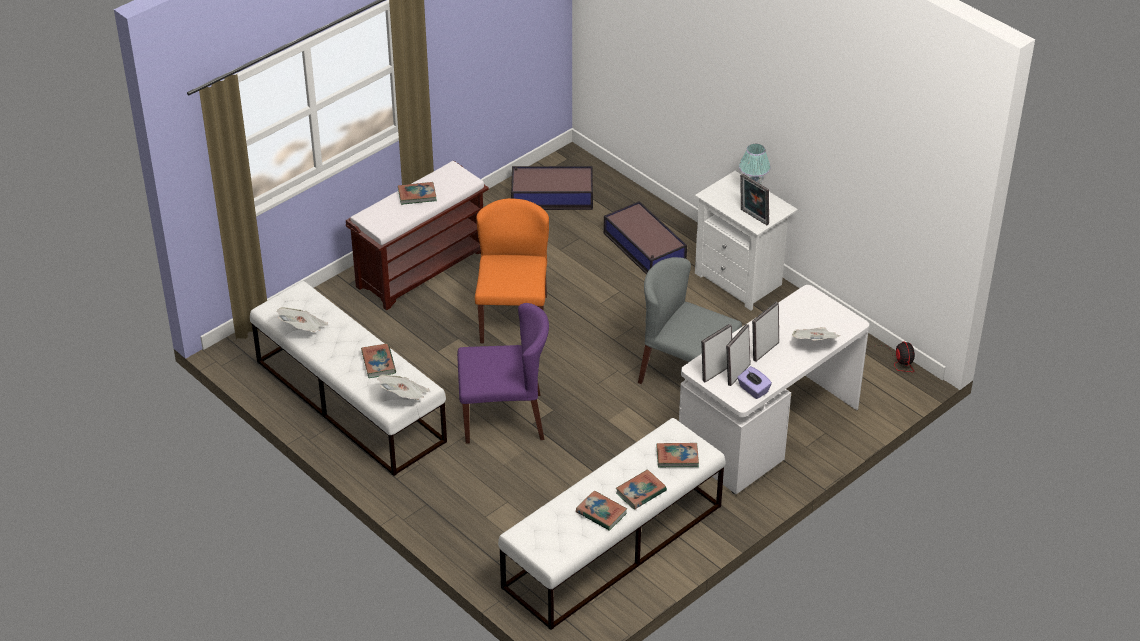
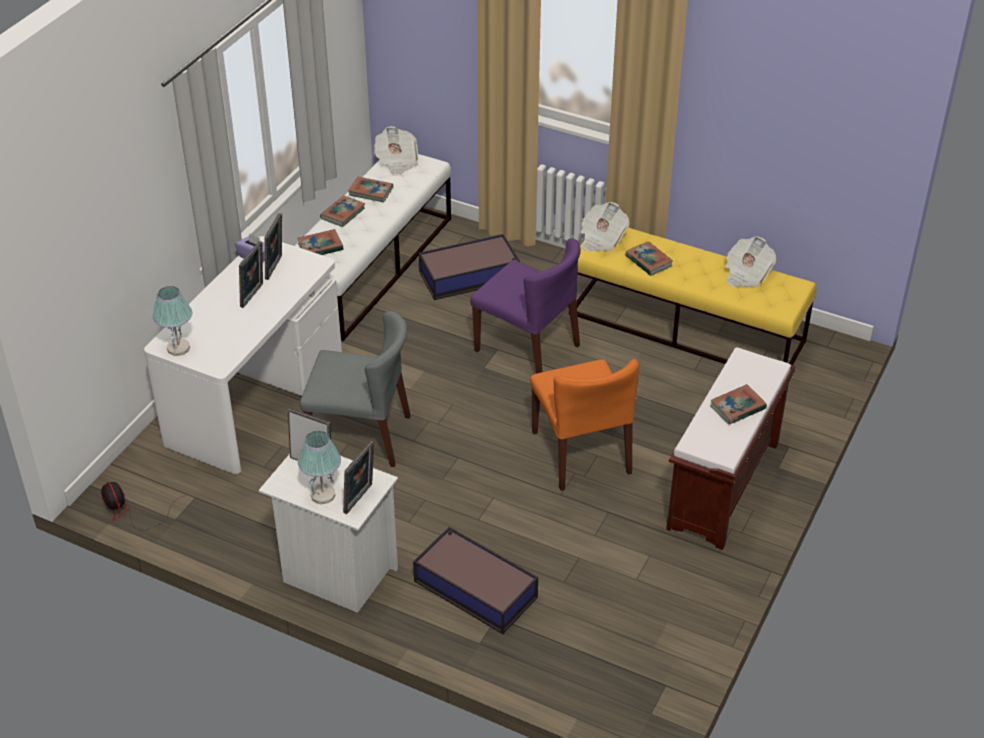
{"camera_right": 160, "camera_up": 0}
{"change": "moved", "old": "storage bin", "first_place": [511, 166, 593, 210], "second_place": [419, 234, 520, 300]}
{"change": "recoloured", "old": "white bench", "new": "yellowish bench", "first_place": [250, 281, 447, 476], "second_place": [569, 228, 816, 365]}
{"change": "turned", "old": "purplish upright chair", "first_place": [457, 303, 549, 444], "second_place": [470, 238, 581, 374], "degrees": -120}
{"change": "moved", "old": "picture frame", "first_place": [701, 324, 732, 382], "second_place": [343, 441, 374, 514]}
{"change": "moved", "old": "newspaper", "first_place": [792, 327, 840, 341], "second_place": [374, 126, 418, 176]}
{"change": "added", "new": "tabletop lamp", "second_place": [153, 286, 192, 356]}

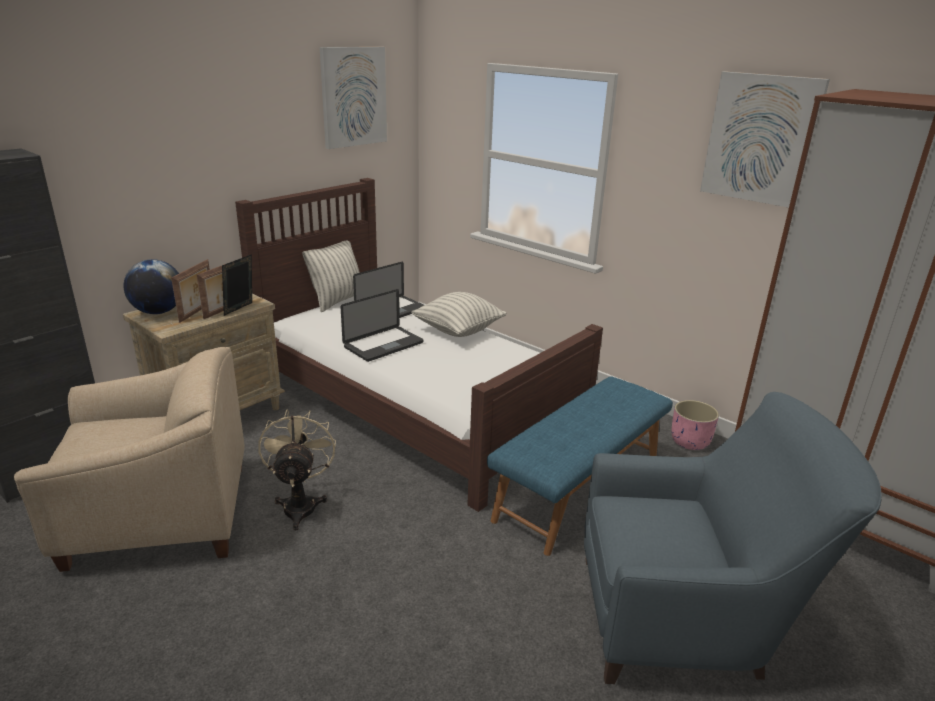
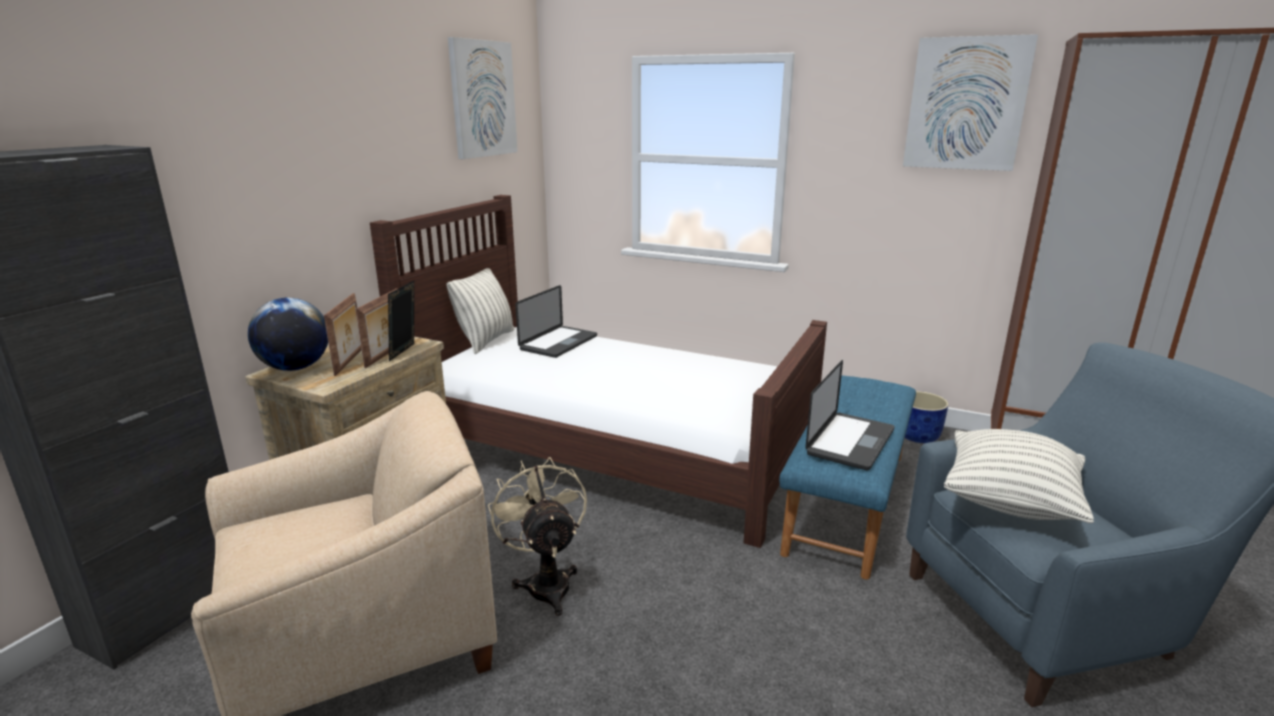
{"camera_right": -15, "camera_up": -5}
{"change": "moved", "old": "portable computer", "first_place": [341, 289, 423, 362], "second_place": [805, 360, 895, 471]}
{"change": "moved", "old": "throw pillow", "first_place": [411, 292, 507, 337], "second_place": [944, 429, 1094, 523]}
{"change": "recoloured", "old": "pink-coloured planter", "new": "blue-coloured planter", "first_place": [671, 400, 719, 450], "second_place": [905, 391, 949, 443]}

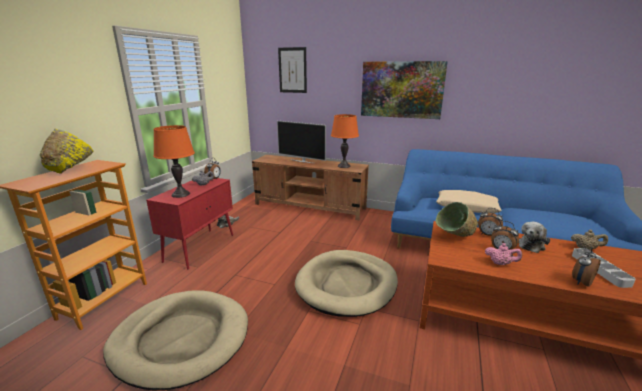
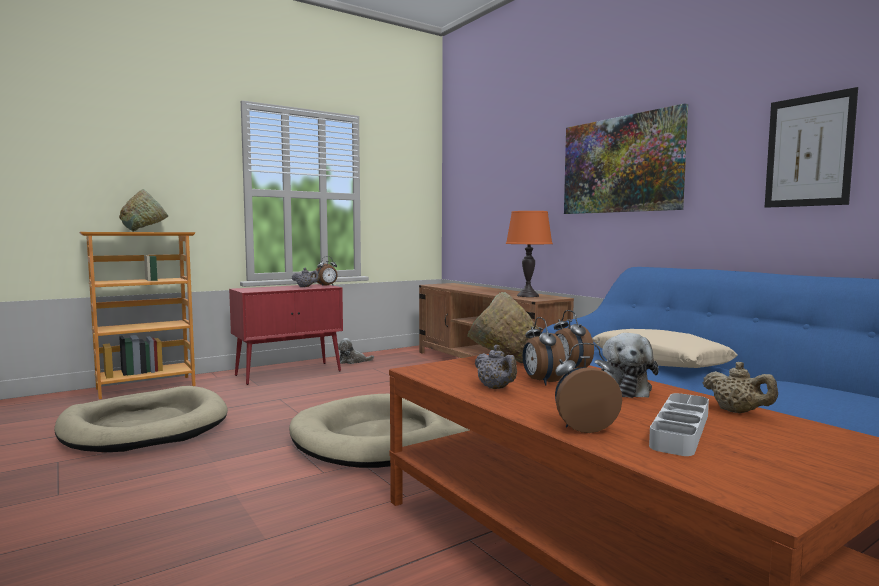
{"camera_right": 35, "camera_up": -15}
{"change": "moved", "old": "wall picture", "first_place": [278, 47, 307, 93], "second_place": [765, 87, 858, 208]}
{"change": "removed", "old": "television", "first_place": [277, 121, 326, 163]}
{"change": "removed", "old": "orange-coloured tabletop lamp", "first_place": [153, 125, 195, 198]}
{"change": "recoloured", "old": "yellowish deep dish", "new": "green-coloured deep dish", "first_place": [40, 129, 94, 174], "second_place": [119, 189, 168, 232]}
{"change": "turned", "old": "plush toy", "first_place": [518, 222, 550, 253], "second_place": [602, 333, 659, 398], "degrees": -75}
{"change": "recoloured", "old": "pink-coloured pot for tea", "new": "greyish pot for tea", "first_place": [485, 243, 522, 265], "second_place": [475, 345, 517, 389]}

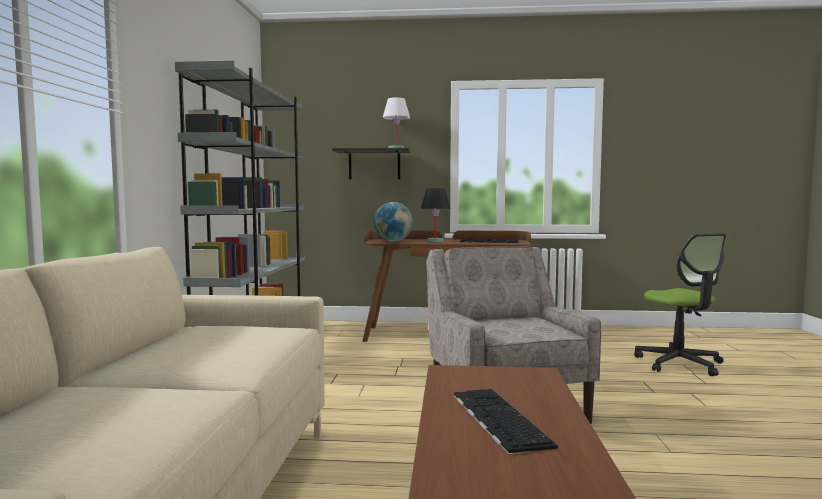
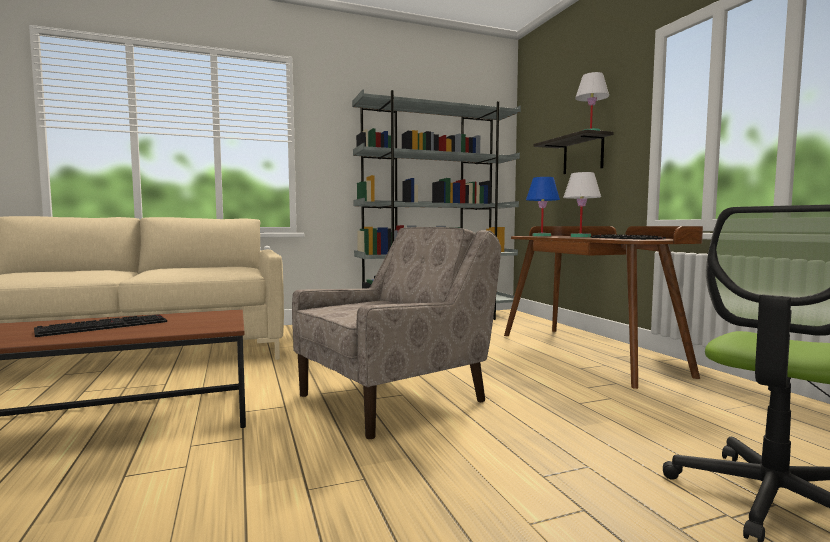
{"camera_right": 65, "camera_up": 0}
{"change": "recoloured", "old": "black tabletop lamp", "new": "white tabletop lamp", "first_place": [421, 188, 450, 242], "second_place": [563, 172, 601, 237]}
{"change": "replaced", "old": "globe", "new": "blue-coloured tabletop lamp", "first_place": [373, 202, 413, 242], "second_place": [526, 177, 560, 236]}

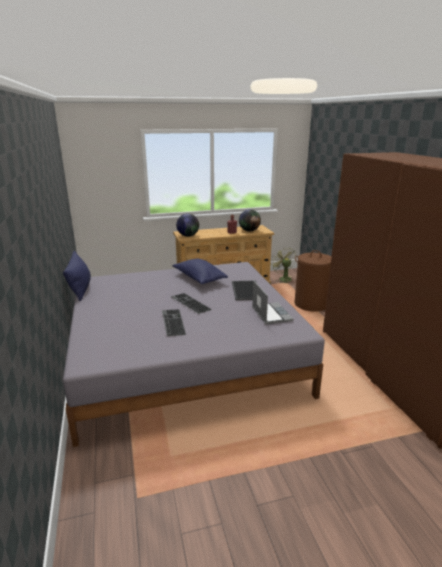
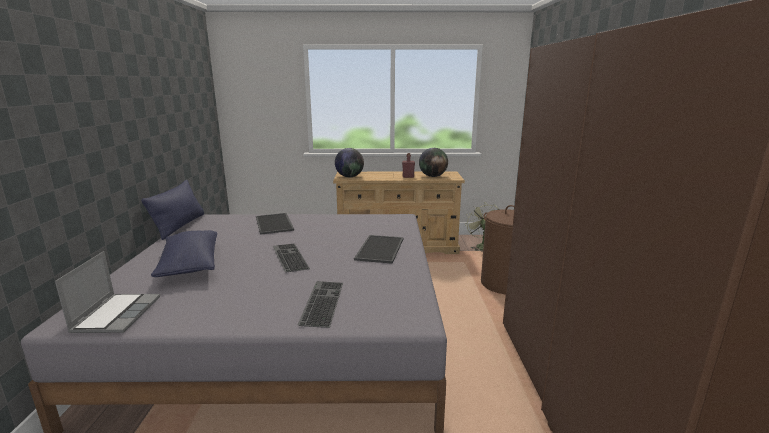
{"camera_right": 15, "camera_up": -5}
{"change": "moved", "old": "blue-coloured throw pillow", "first_place": [172, 259, 228, 284], "second_place": [151, 230, 217, 277]}
{"change": "moved", "old": "portable computer", "first_place": [252, 280, 294, 325], "second_place": [55, 251, 160, 333]}
{"change": "moved", "old": "PC keyboard", "first_place": [162, 309, 186, 336], "second_place": [298, 281, 343, 328]}
{"change": "added", "new": "tray", "second_place": [256, 213, 294, 235]}

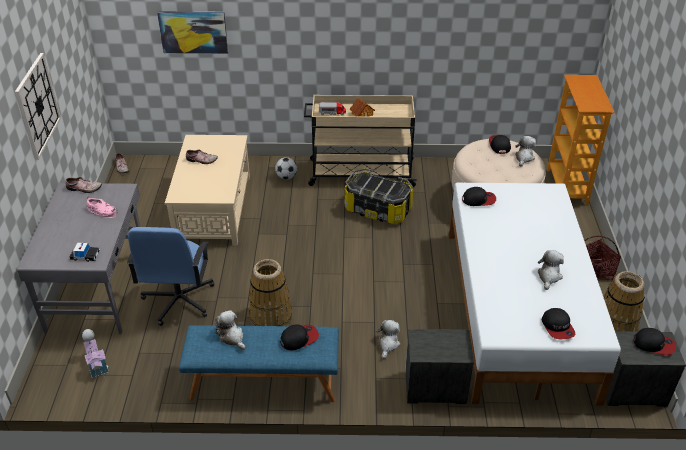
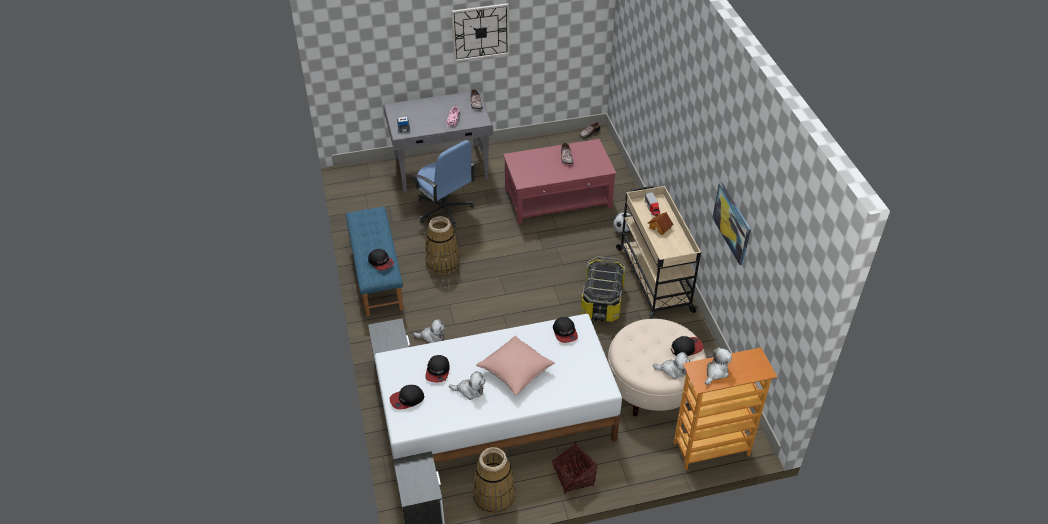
{"camera_right": 75, "camera_up": 5}
{"change": "moved", "old": "wall picture", "first_place": [157, 11, 228, 54], "second_place": [712, 183, 751, 265]}
{"change": "recoloured", "old": "sand-coloured low table", "new": "red low table", "first_place": [165, 135, 250, 246], "second_place": [503, 139, 617, 224]}
{"change": "turned", "old": "blue-coloured desk chair", "first_place": [127, 227, 214, 326], "second_place": [412, 140, 475, 227], "degrees": -120}
{"change": "moved", "old": "plush toy", "first_place": [215, 310, 245, 350], "second_place": [705, 347, 732, 385]}
{"change": "moved", "old": "cap", "first_place": [634, 328, 676, 355], "second_place": [425, 355, 450, 383]}
{"change": "removed", "old": "toy house", "first_place": [82, 329, 108, 379]}
{"change": "added", "new": "pink-coloured throw pillow", "second_place": [476, 335, 555, 396]}

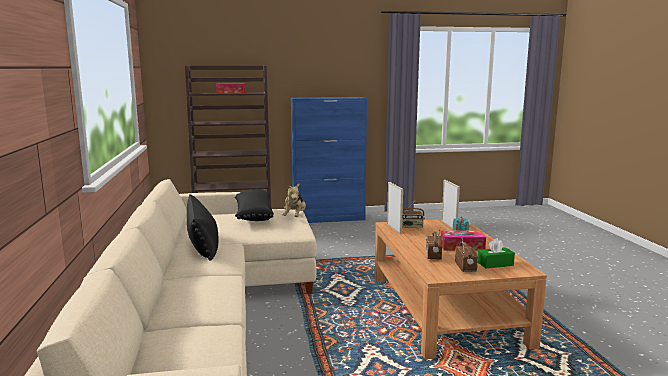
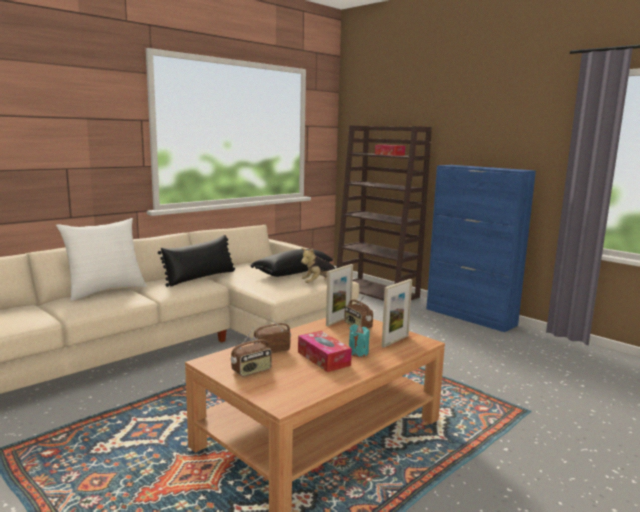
{"camera_right": 55, "camera_up": 0}
{"change": "removed", "old": "green-coloured tissue holder", "first_place": [478, 238, 515, 268]}
{"change": "added", "new": "white throw pillow", "second_place": [56, 218, 147, 301]}

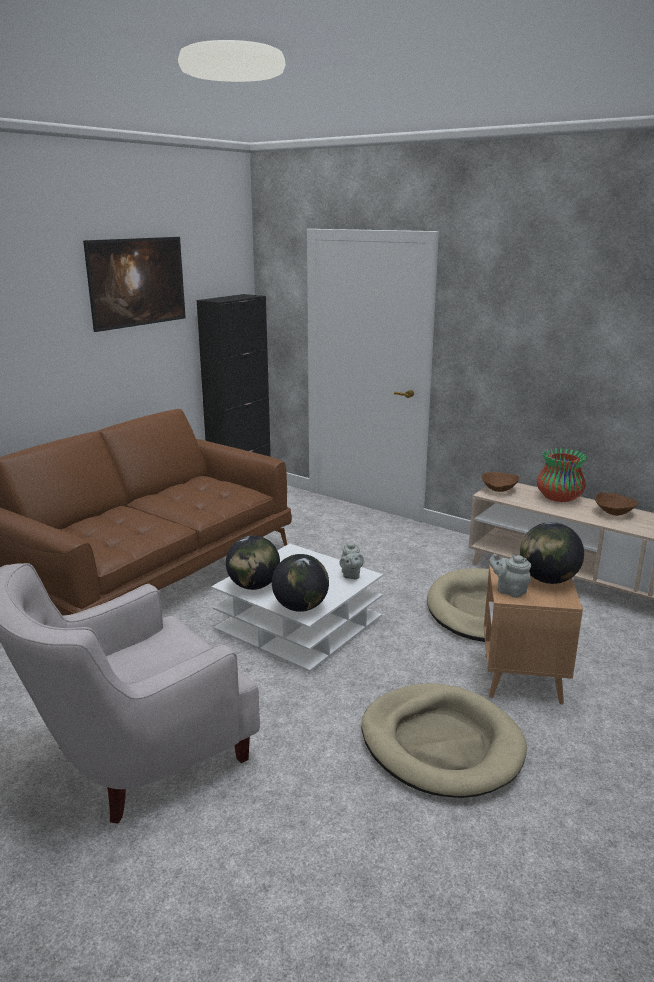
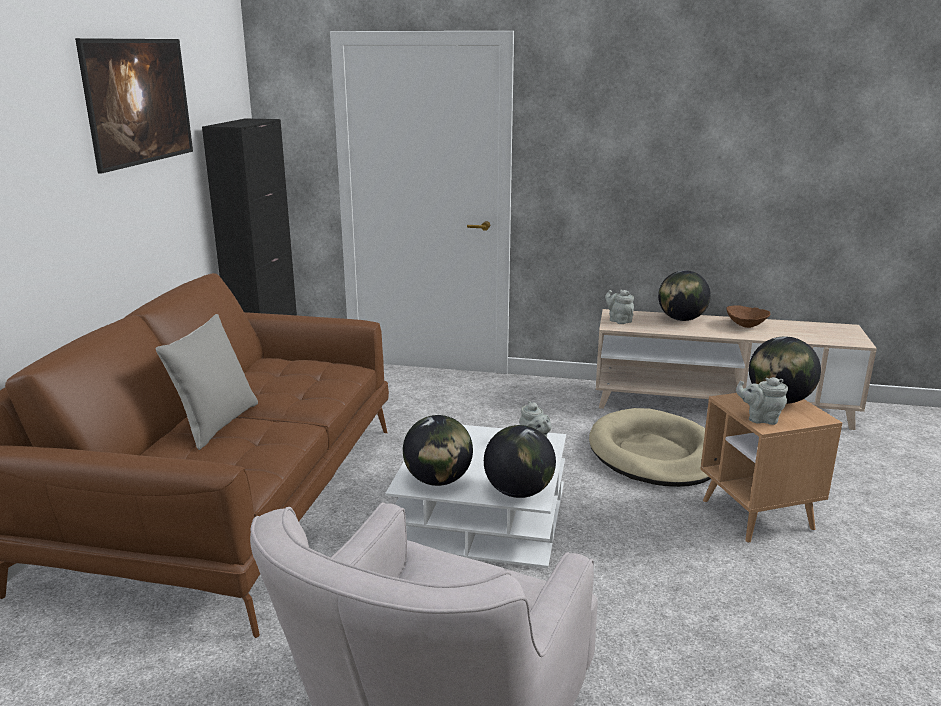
{"camera_right": -25, "camera_up": 0}
{"change": "replaced", "old": "decorative vase", "new": "globe", "first_place": [537, 448, 587, 502], "second_place": [658, 270, 711, 321]}
{"change": "replaced", "old": "brownish deep dish", "new": "greyish pot for tea", "first_place": [481, 472, 519, 492], "second_place": [605, 290, 634, 324]}
{"change": "removed", "old": "sand-coloured dog bed", "first_place": [361, 683, 527, 798]}
{"change": "added", "new": "greyish throw pillow", "second_place": [155, 314, 258, 450]}

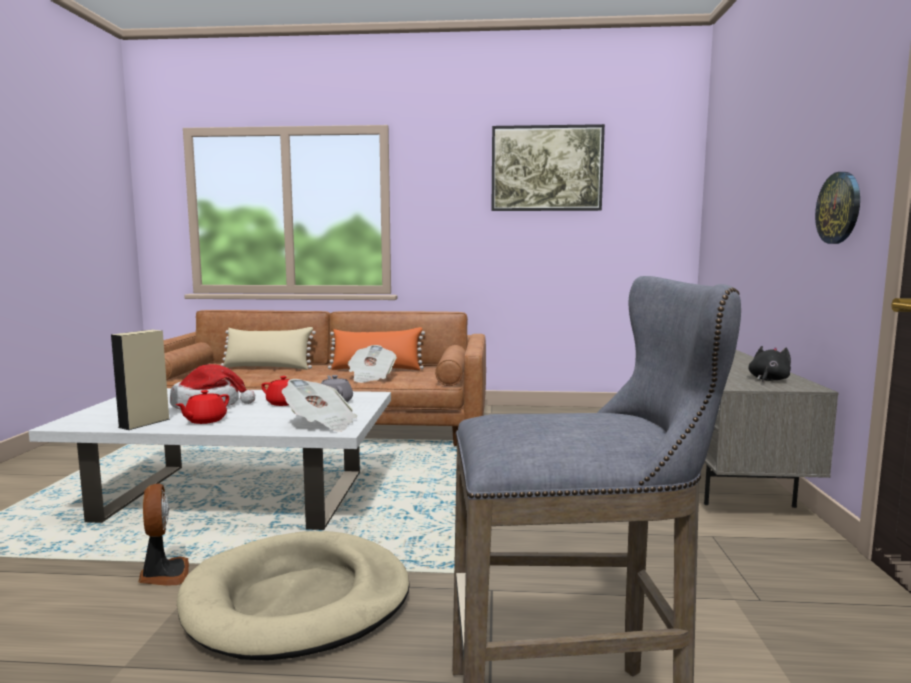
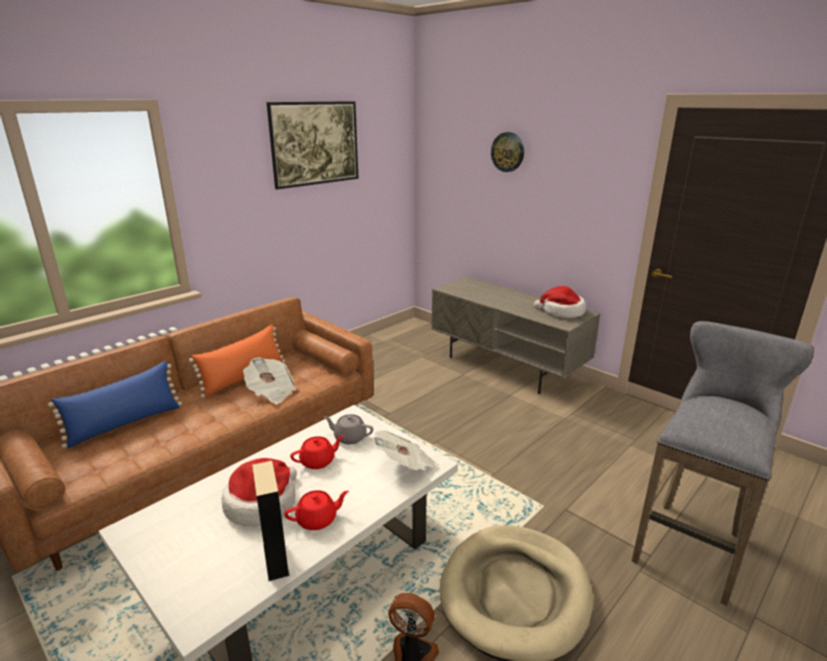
{"camera_right": -50, "camera_up": 15}
{"change": "moved", "old": "hanging clock", "first_place": [815, 172, 860, 244], "second_place": [491, 132, 524, 172]}
{"change": "recoloured", "old": "sand-coloured throw pillow", "new": "blue-coloured throw pillow", "first_place": [221, 327, 316, 370], "second_place": [48, 361, 182, 448]}
{"change": "replaced", "old": "black plush toy", "new": "hat", "first_place": [748, 346, 791, 382], "second_place": [534, 286, 586, 318]}
{"change": "turned", "old": "red pot for tea", "first_place": [176, 390, 229, 424], "second_place": [284, 490, 349, 530], "degrees": -90}

